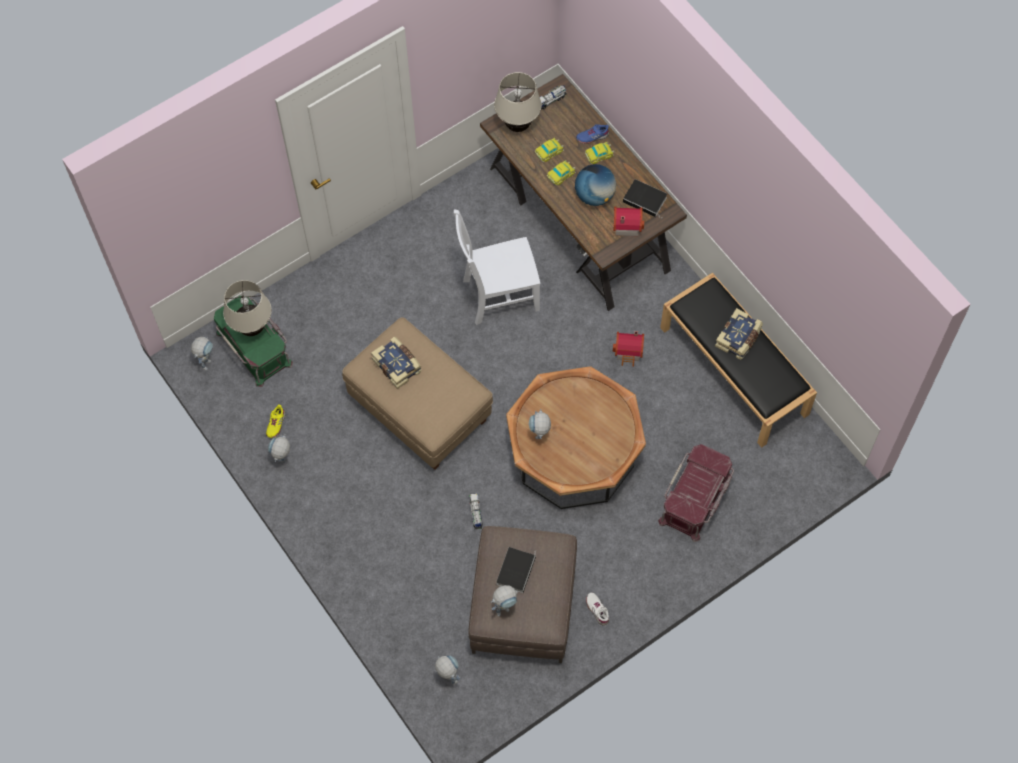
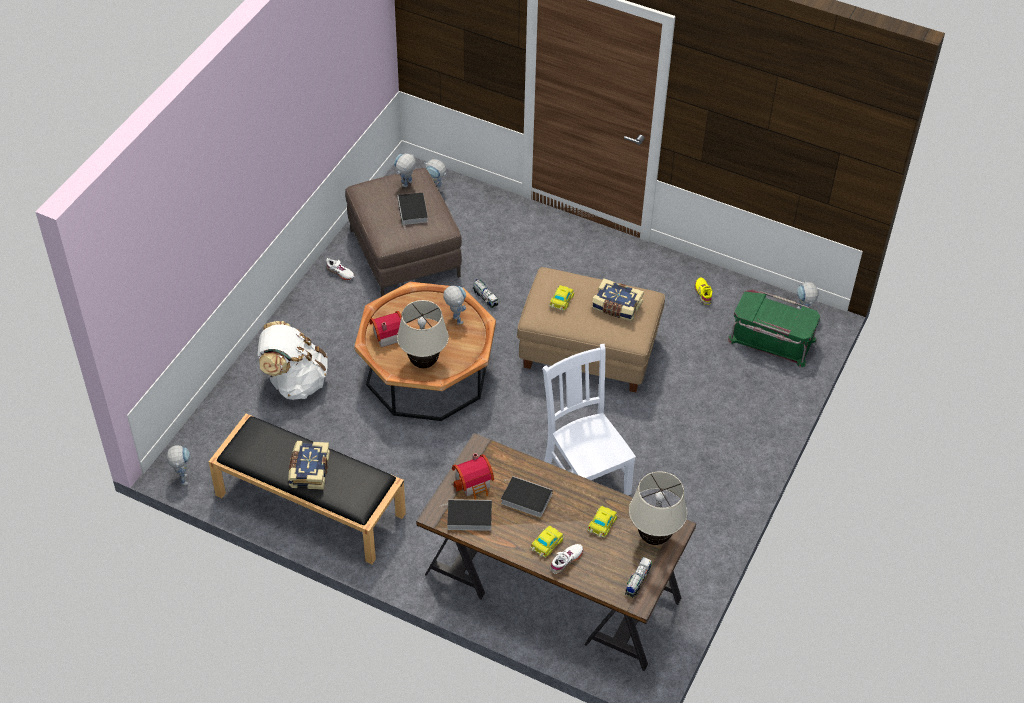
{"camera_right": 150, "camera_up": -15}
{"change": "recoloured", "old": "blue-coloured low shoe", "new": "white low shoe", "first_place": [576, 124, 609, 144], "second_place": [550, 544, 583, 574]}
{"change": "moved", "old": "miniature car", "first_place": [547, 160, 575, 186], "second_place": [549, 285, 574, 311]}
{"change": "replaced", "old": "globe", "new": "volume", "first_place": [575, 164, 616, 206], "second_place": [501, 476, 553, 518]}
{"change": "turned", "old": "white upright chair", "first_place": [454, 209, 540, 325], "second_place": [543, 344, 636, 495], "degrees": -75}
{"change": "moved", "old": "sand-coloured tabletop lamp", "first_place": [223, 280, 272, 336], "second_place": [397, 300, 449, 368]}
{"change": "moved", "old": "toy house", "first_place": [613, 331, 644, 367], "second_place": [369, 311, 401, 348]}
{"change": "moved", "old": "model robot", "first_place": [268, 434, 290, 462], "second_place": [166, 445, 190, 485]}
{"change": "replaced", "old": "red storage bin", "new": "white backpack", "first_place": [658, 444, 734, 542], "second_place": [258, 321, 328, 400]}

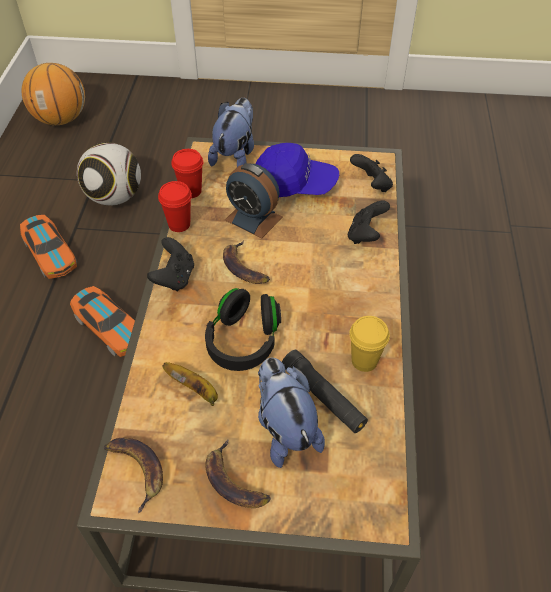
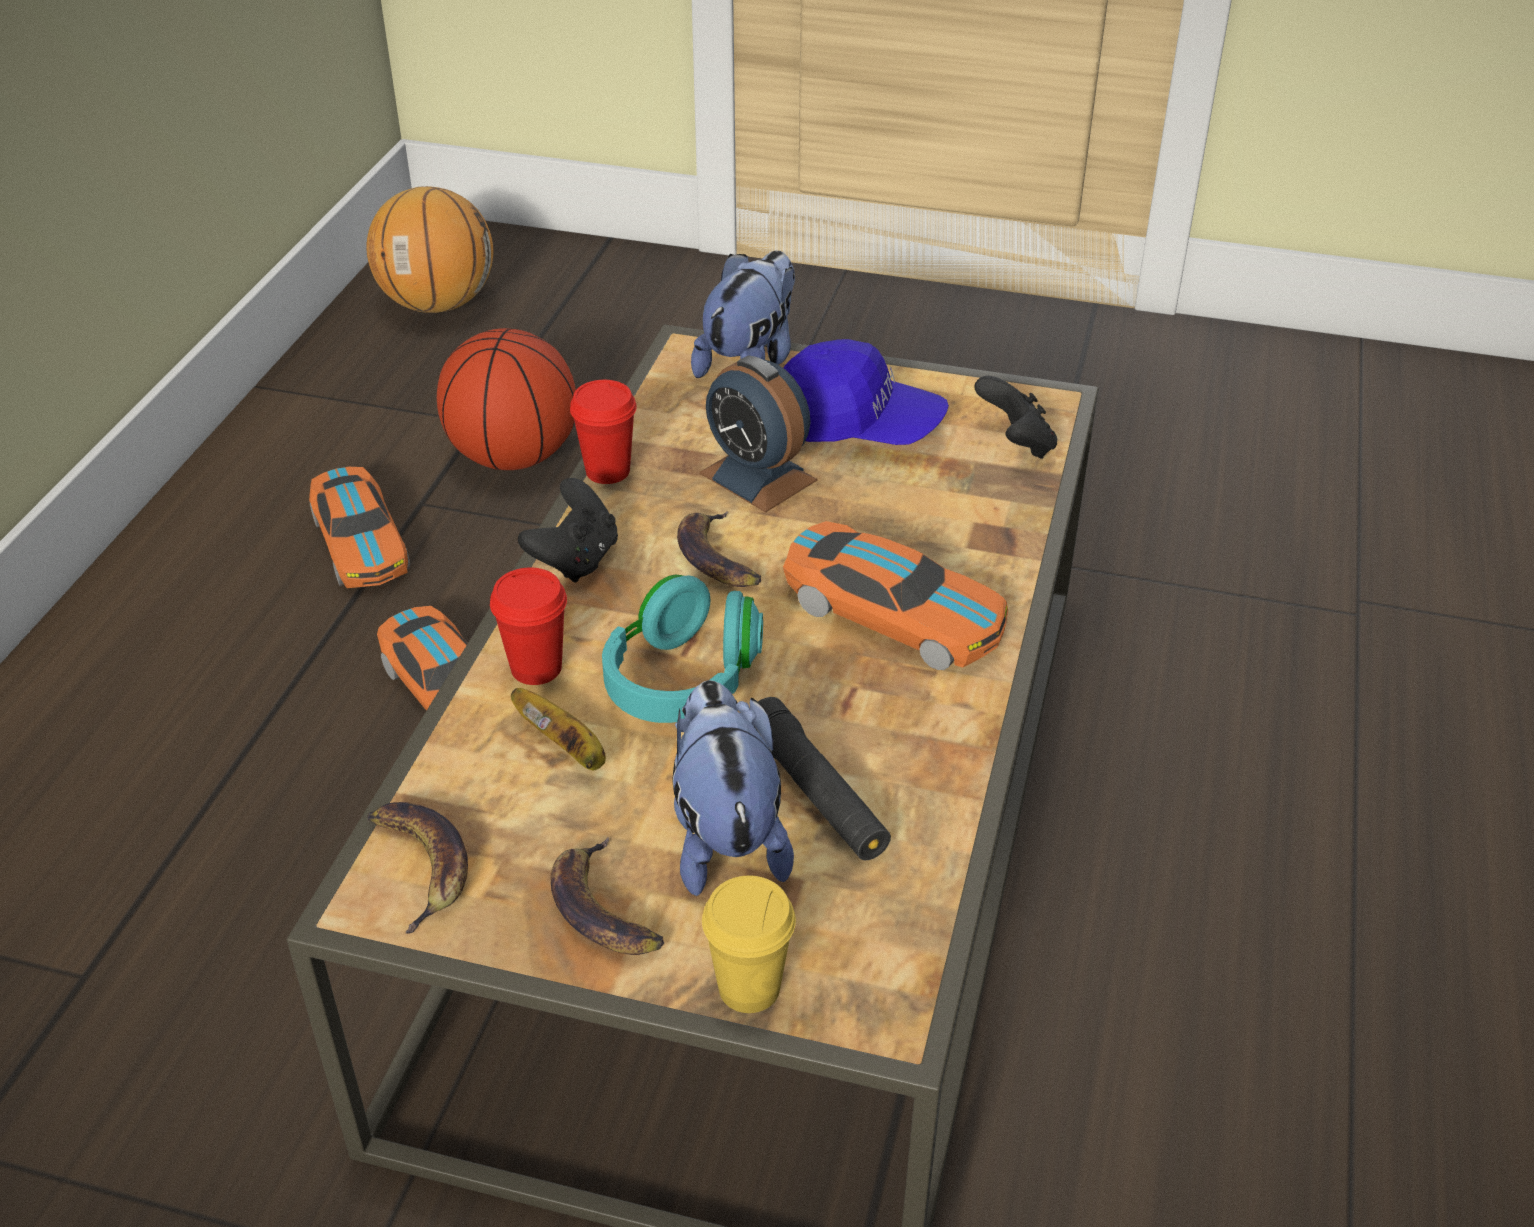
{"camera_right": 10, "camera_up": -10}
{"change": "replaced", "old": "football ball", "new": "basketball", "first_place": [77, 142, 141, 206], "second_place": [437, 328, 576, 470]}
{"change": "moved", "old": "red cup", "first_place": [171, 149, 203, 198], "second_place": [490, 567, 567, 685]}
{"change": "removed", "old": "black joypad", "first_place": [348, 201, 390, 244]}
{"change": "recoloured", "old": "black pair of headphones", "new": "turquoise-coloured pair of headphones", "first_place": [205, 288, 281, 371], "second_place": [602, 575, 763, 723]}
{"change": "moved", "old": "yellowish cup", "first_place": [349, 316, 390, 372], "second_place": [702, 876, 796, 1013]}
{"change": "added", "new": "miniature car", "second_place": [783, 521, 1008, 670]}

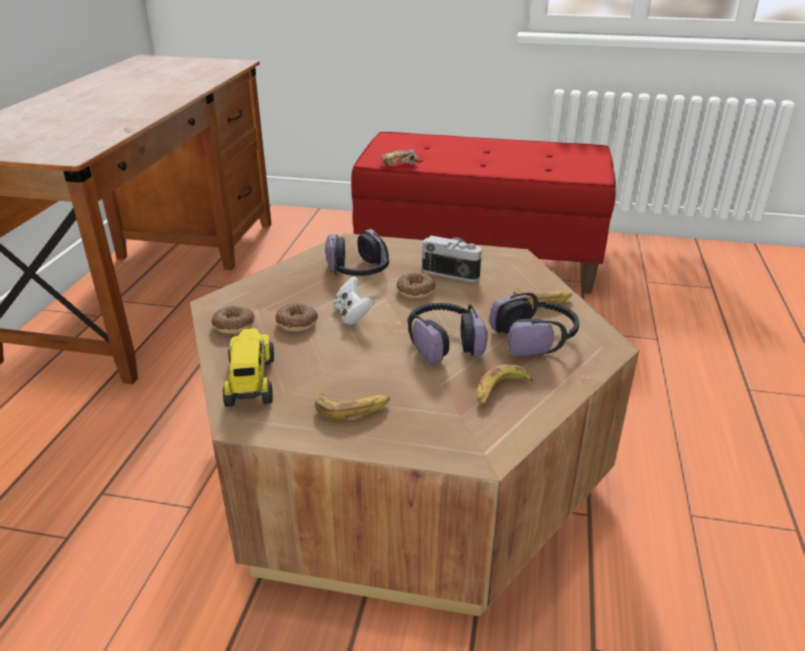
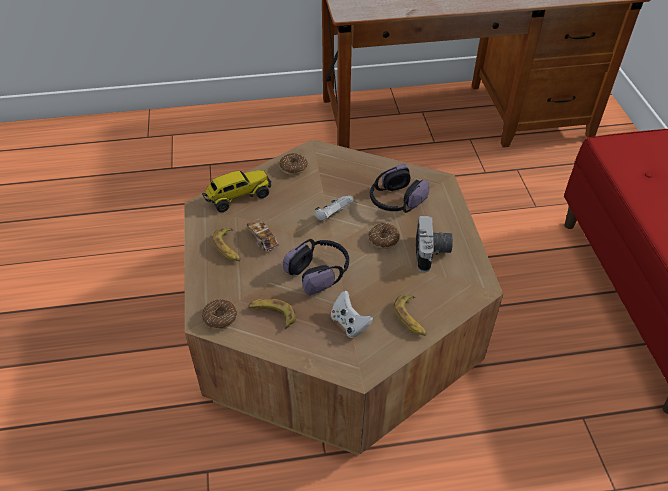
{"camera_right": 70, "camera_up": 15}
{"change": "moved", "old": "miniature car", "first_place": [381, 149, 420, 166], "second_place": [247, 219, 279, 252]}
{"change": "replaced", "old": "pair of headphones", "new": "white joypad", "first_place": [490, 292, 579, 356], "second_place": [331, 291, 373, 338]}
{"change": "moved", "old": "ring doughnut", "first_place": [276, 303, 318, 332], "second_place": [202, 299, 237, 329]}

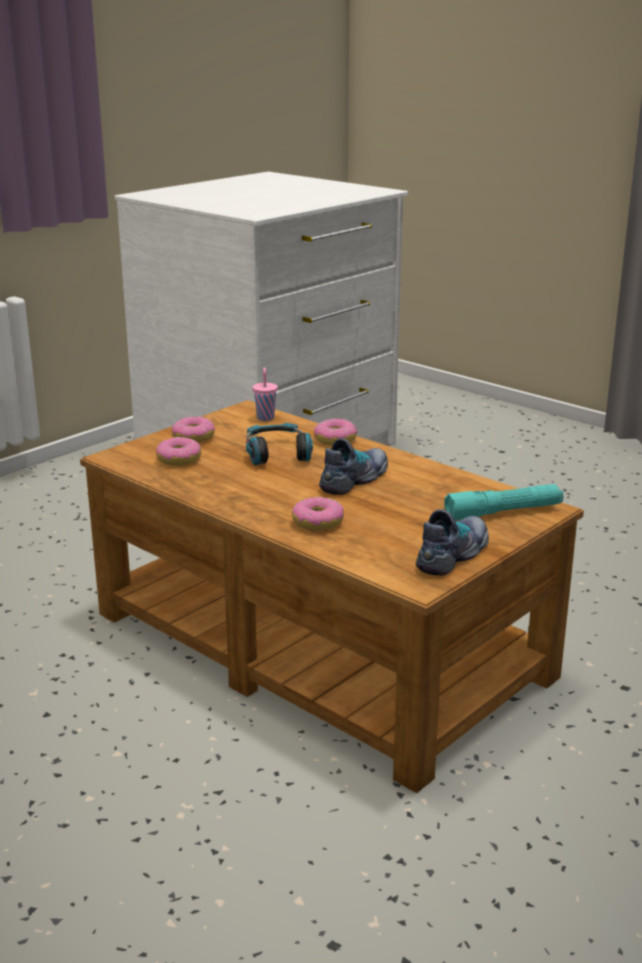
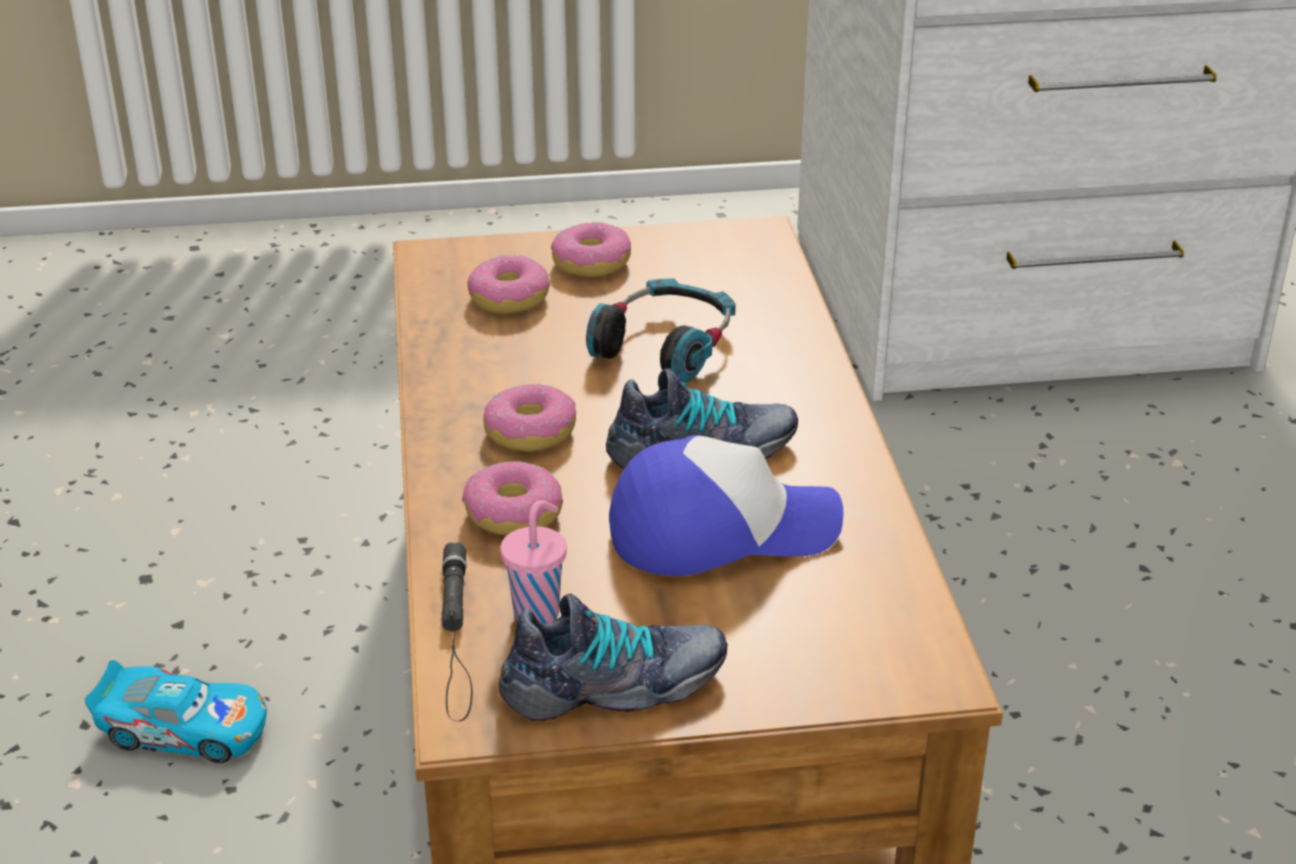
{"camera_right": 40, "camera_up": 10}
{"change": "moved", "old": "pink-coloured cup", "first_place": [252, 367, 278, 421], "second_place": [500, 500, 567, 624]}
{"change": "moved", "old": "ring doughnut", "first_place": [314, 419, 357, 446], "second_place": [483, 384, 576, 451]}
{"change": "removed", "old": "turquoise-coloured hand torch", "first_place": [444, 484, 564, 520]}
{"change": "added", "new": "cap", "second_place": [609, 435, 843, 576]}
{"change": "added", "new": "black hand torch", "second_place": [441, 542, 472, 721]}
{"change": "added", "new": "miniature car", "second_place": [85, 660, 267, 763]}

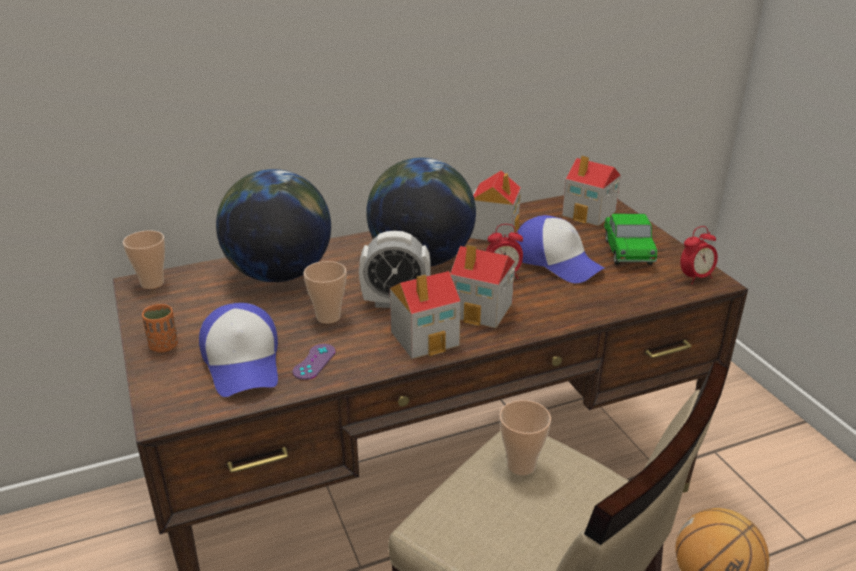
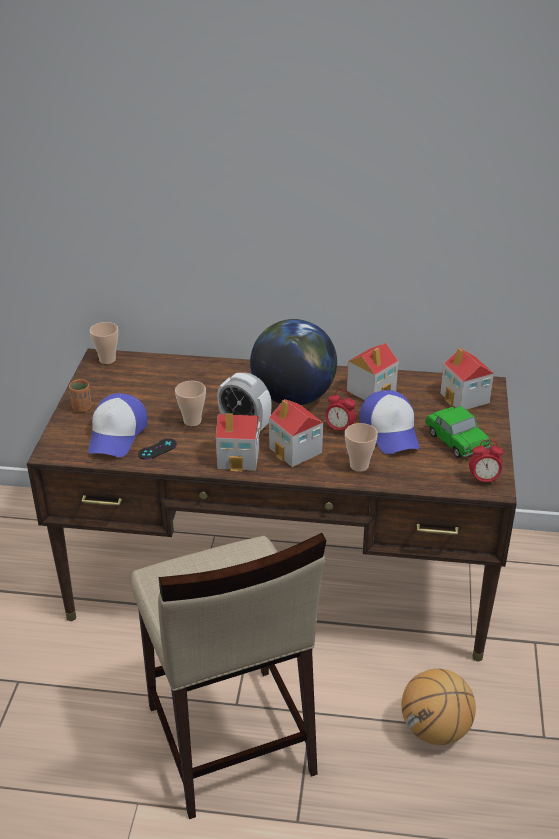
{"camera_right": 30, "camera_up": 5}
{"change": "removed", "old": "globe", "first_place": [216, 169, 331, 282]}
{"change": "turned", "old": "miniature car", "first_place": [604, 214, 657, 265], "second_place": [425, 406, 490, 458], "degrees": -60}
{"change": "recoloured", "old": "purplish joypad", "new": "black joypad", "first_place": [293, 344, 335, 380], "second_place": [138, 438, 177, 460]}
{"change": "moved", "old": "cup", "first_place": [499, 400, 551, 475], "second_place": [345, 423, 378, 472]}

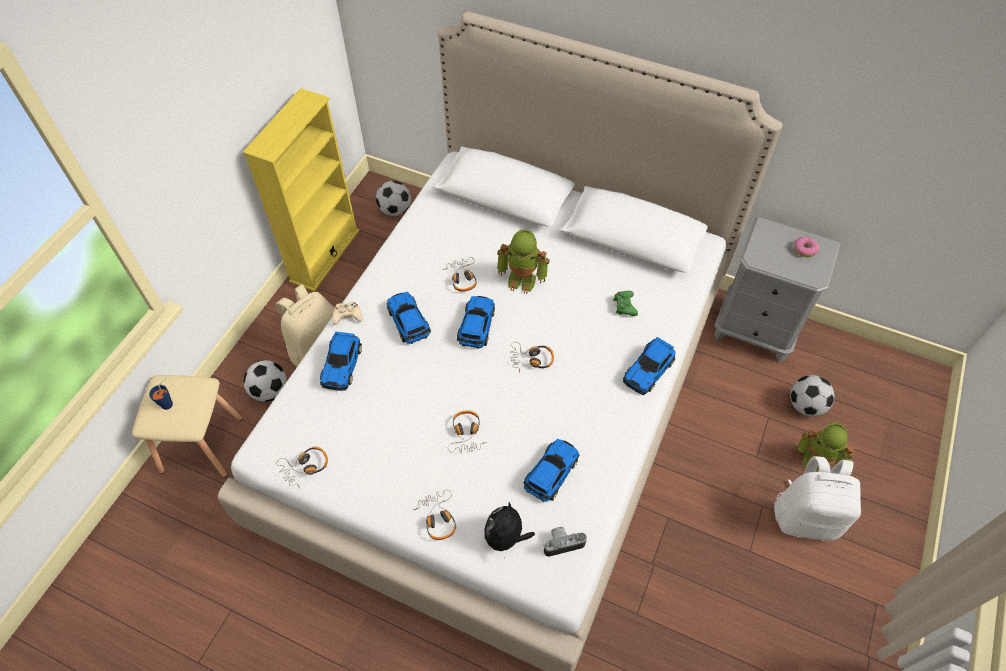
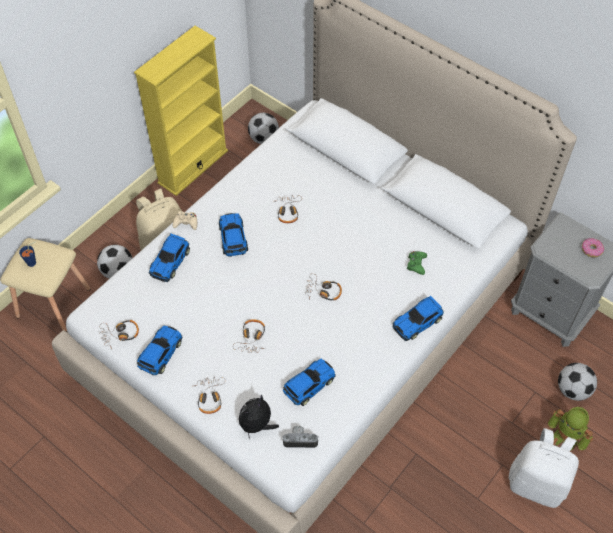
{"camera_right": 15, "camera_up": 0}
{"change": "removed", "old": "model robot", "first_place": [497, 229, 550, 294]}
{"change": "moved", "old": "miniature car", "first_place": [457, 296, 495, 349], "second_place": [137, 326, 182, 376]}

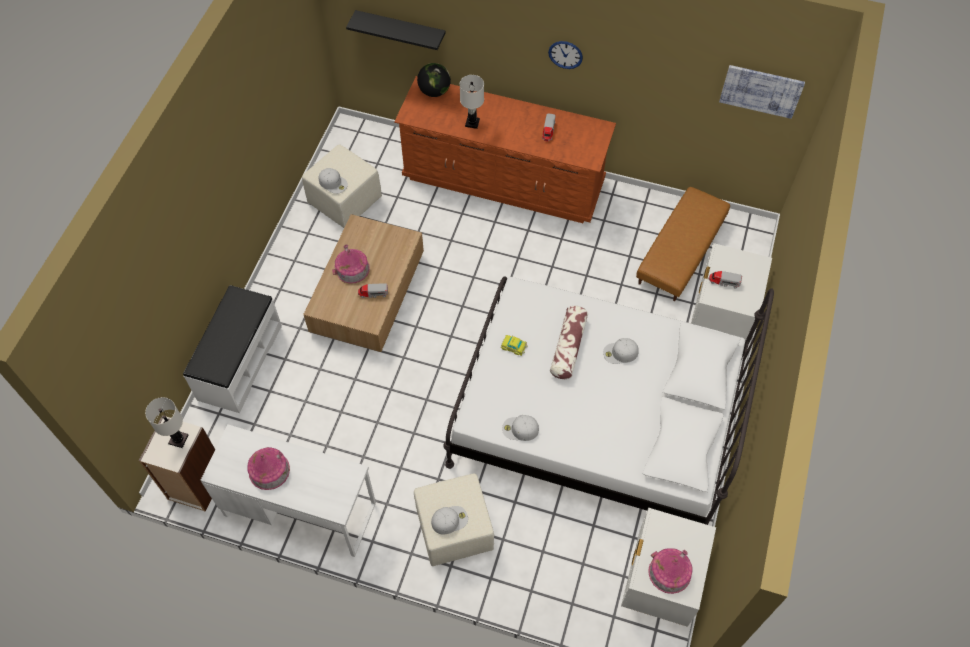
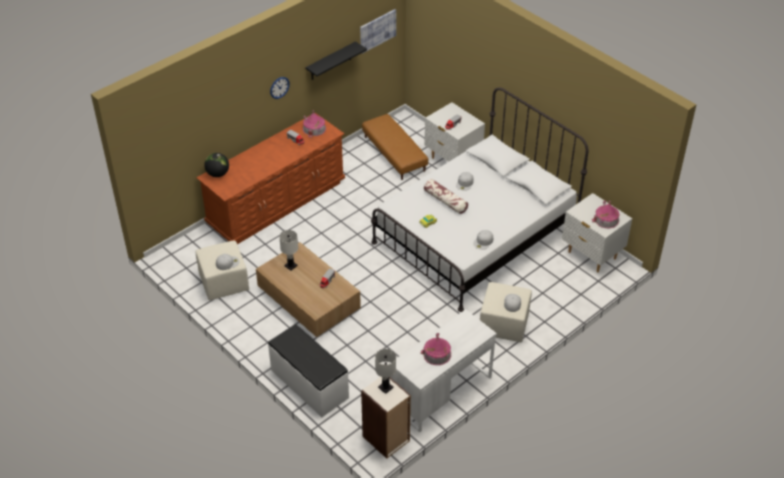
{"camera_right": -60, "camera_up": -15}
{"change": "moved", "old": "black bracket shelf", "first_place": [346, 10, 446, 50], "second_place": [305, 41, 367, 80]}
{"change": "moved", "old": "white tabletop lamp", "first_place": [460, 75, 484, 129], "second_place": [279, 230, 298, 270]}
{"change": "moved", "old": "toy house", "first_place": [332, 245, 370, 283], "second_place": [303, 110, 326, 137]}

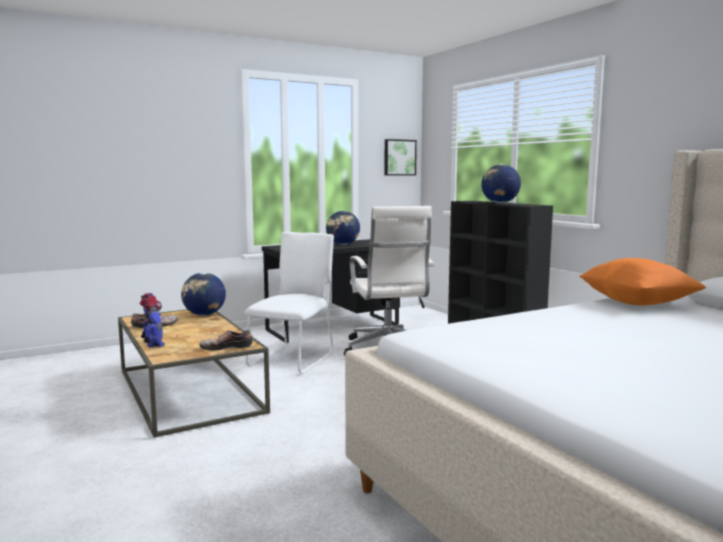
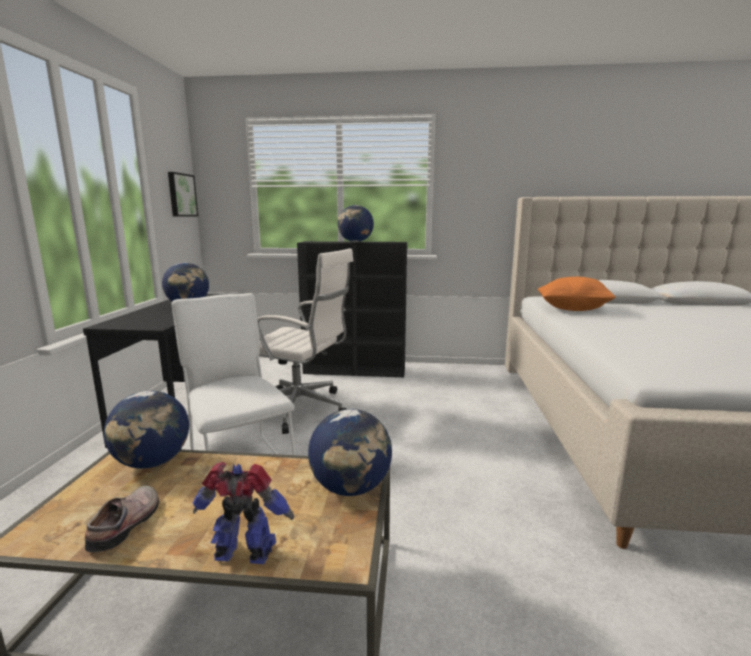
{"camera_right": -55, "camera_up": 5}
{"change": "replaced", "old": "low shoe", "new": "globe", "first_place": [199, 330, 252, 350], "second_place": [308, 409, 392, 496]}

